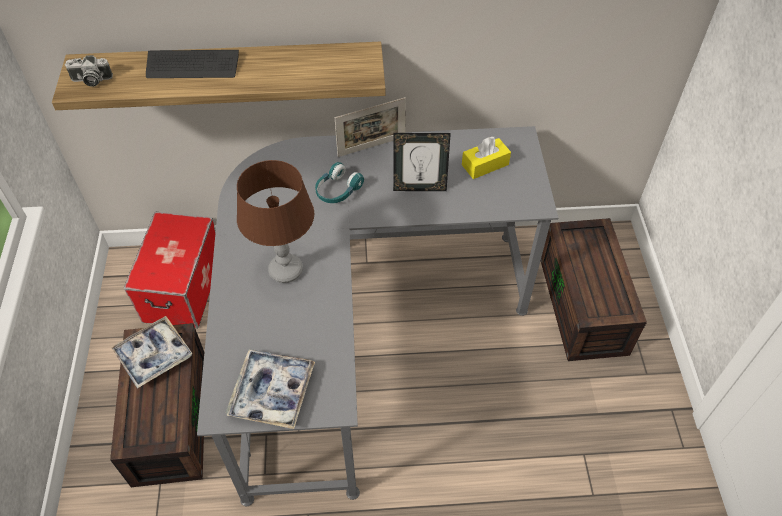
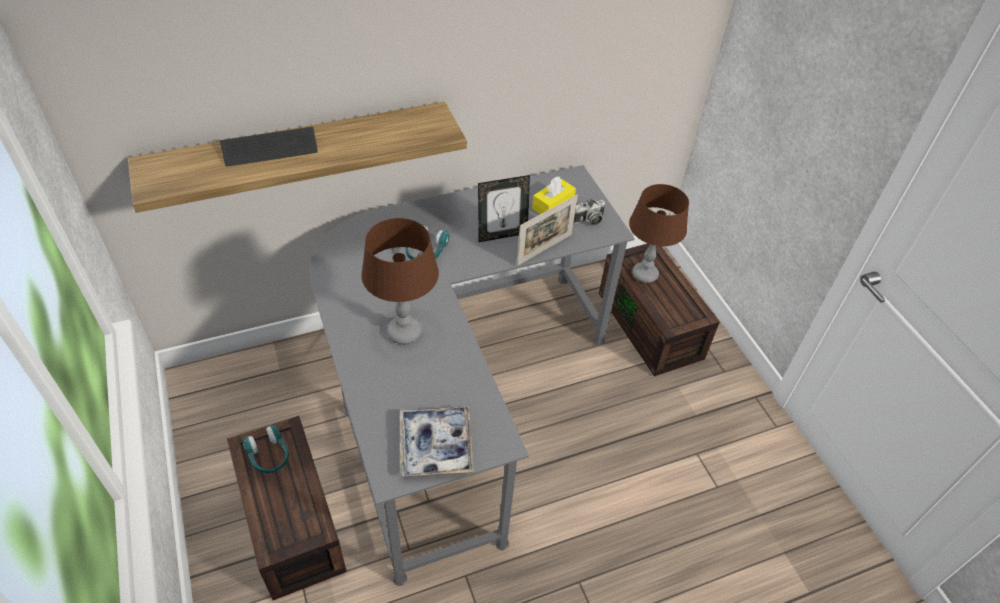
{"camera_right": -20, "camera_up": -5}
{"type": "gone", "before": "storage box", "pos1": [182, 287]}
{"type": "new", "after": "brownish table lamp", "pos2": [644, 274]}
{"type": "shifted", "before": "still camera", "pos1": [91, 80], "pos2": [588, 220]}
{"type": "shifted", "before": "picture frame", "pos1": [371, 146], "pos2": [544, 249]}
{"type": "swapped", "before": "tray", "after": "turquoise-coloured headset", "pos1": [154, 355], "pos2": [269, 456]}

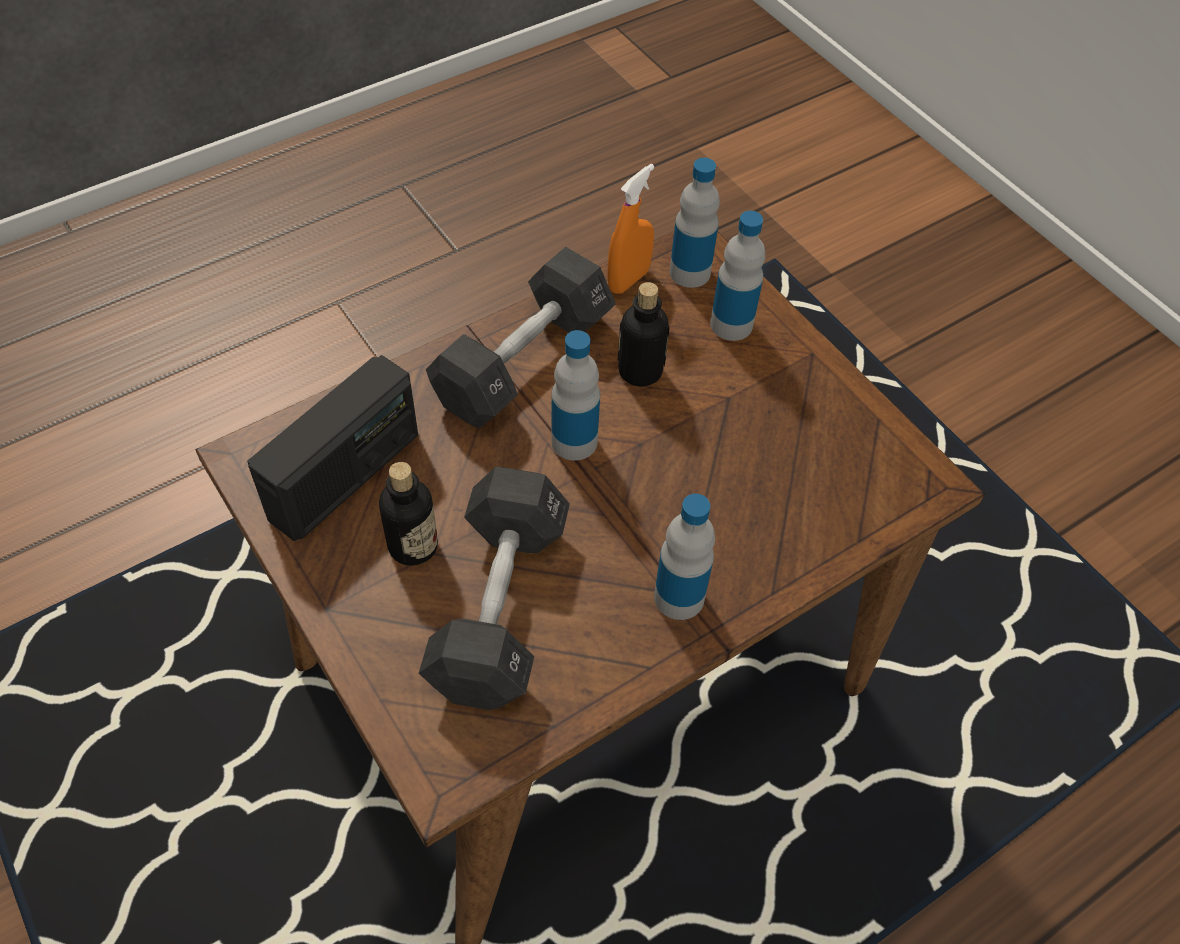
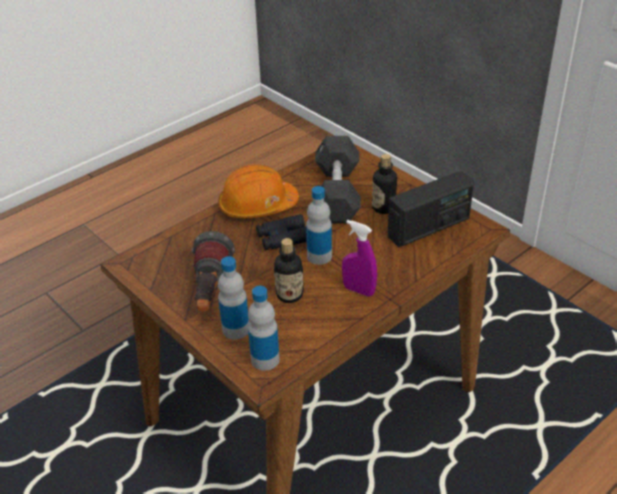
{"camera_right": 175, "camera_up": -15}
{"type": "gone", "before": "orange spray bottle", "pos1": [628, 280]}
{"type": "new", "after": "flashlight", "pos2": [210, 291]}
{"type": "new", "after": "black-coloured binoculars", "pos2": [283, 238]}
{"type": "swapped", "before": "black-coloured hand weight", "after": "purple-coloured spray bottle", "pos1": [523, 361], "pos2": [359, 290]}
{"type": "swapped", "before": "beverage bottle", "after": "orange safety helmet", "pos1": [679, 597], "pos2": [257, 206]}
{"type": "rotated", "before": "radio receiver", "pos1": [345, 476], "pos2": [429, 227], "turn": -150}

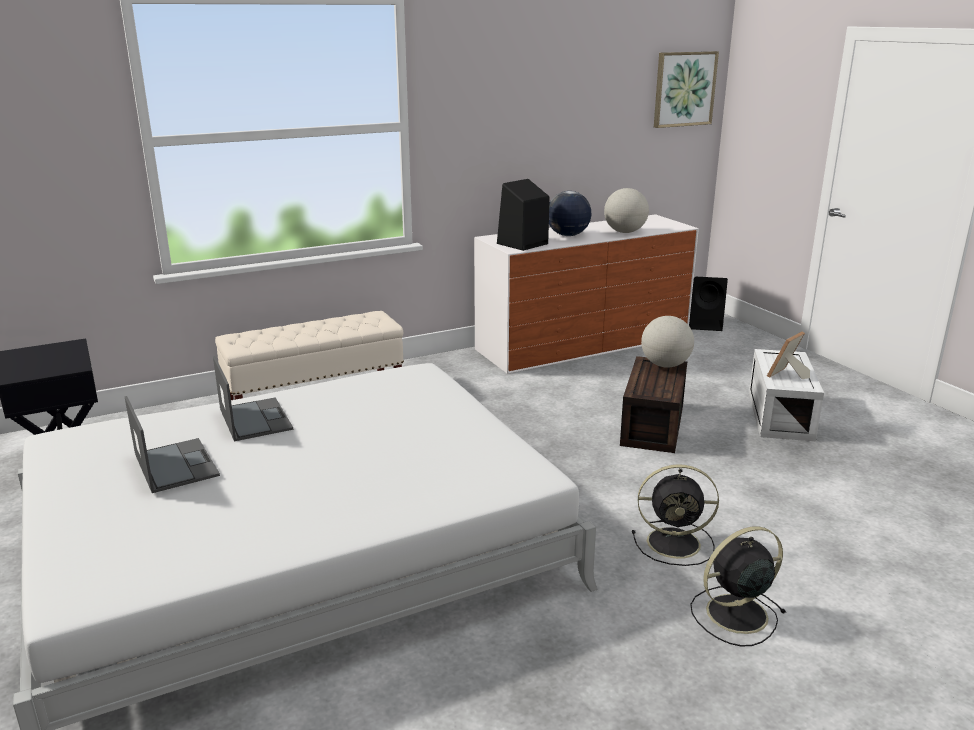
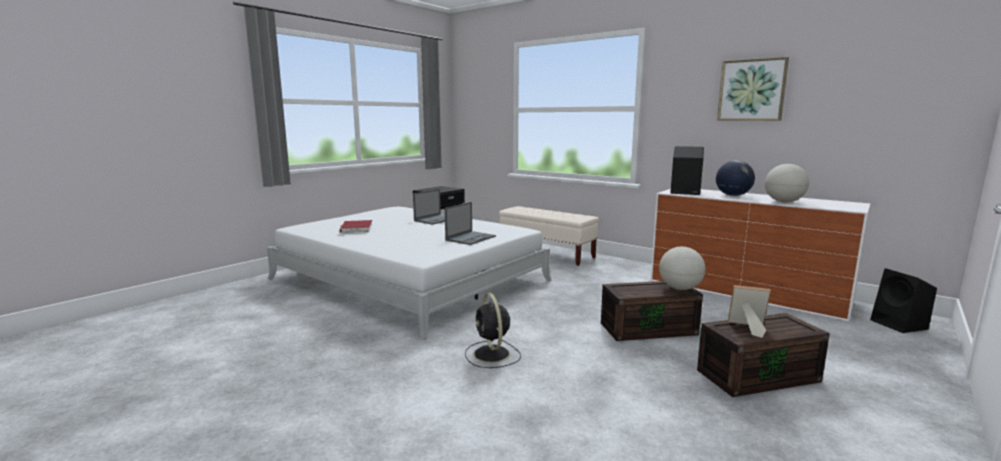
{"camera_right": 65, "camera_up": -10}
{"type": "gone", "before": "black-coloured electric fan", "pos1": [734, 614]}
{"type": "new", "after": "reddish book", "pos2": [356, 228]}
{"type": "shifted", "before": "portable computer", "pos1": [175, 465], "pos2": [471, 238]}
{"type": "shifted", "before": "picture", "pos1": [684, 89], "pos2": [751, 90]}
{"type": "repainted", "before": "whitish storage box", "after": "brownish storage box", "pos1": [778, 415], "pos2": [758, 375]}

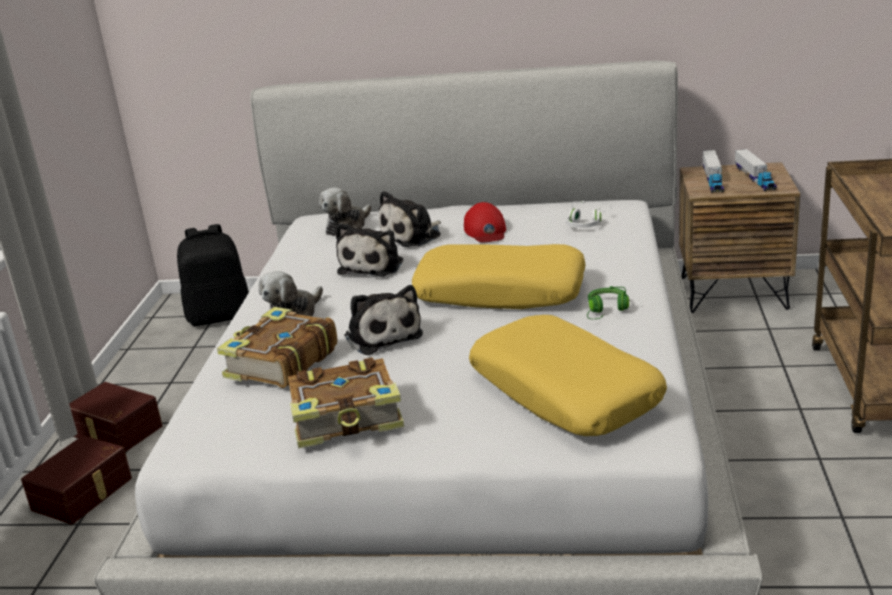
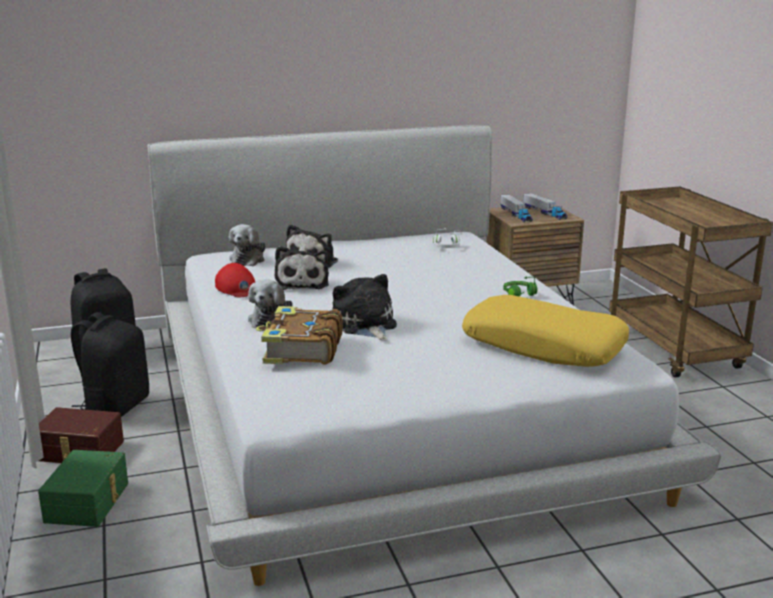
{"camera_right": -25, "camera_up": -5}
{"type": "gone", "before": "book", "pos1": [347, 418]}
{"type": "gone", "before": "yellow-coloured throw pillow", "pos1": [500, 292]}
{"type": "new", "after": "black-coloured rucksack", "pos2": [115, 407]}
{"type": "shifted", "before": "reddish peaked cap", "pos1": [486, 231], "pos2": [237, 288]}
{"type": "repainted", "before": "brownish storage box", "after": "green storage box", "pos1": [84, 494], "pos2": [89, 502]}
{"type": "rotated", "before": "plush toy", "pos1": [382, 335], "pos2": [365, 325], "turn": -150}

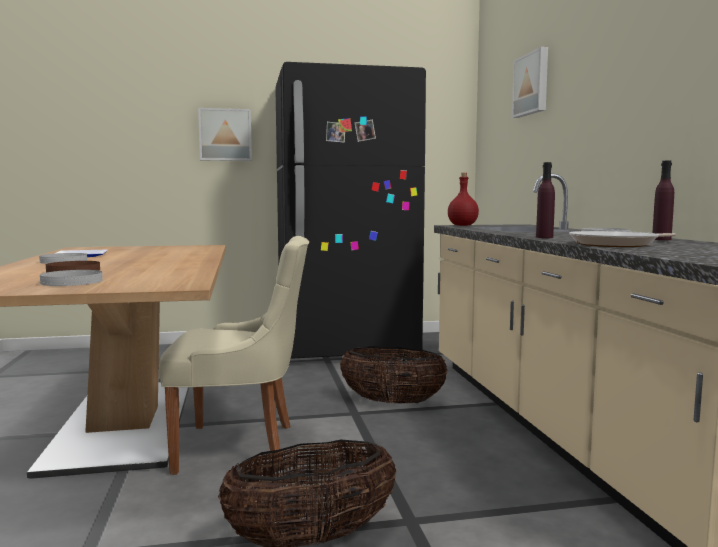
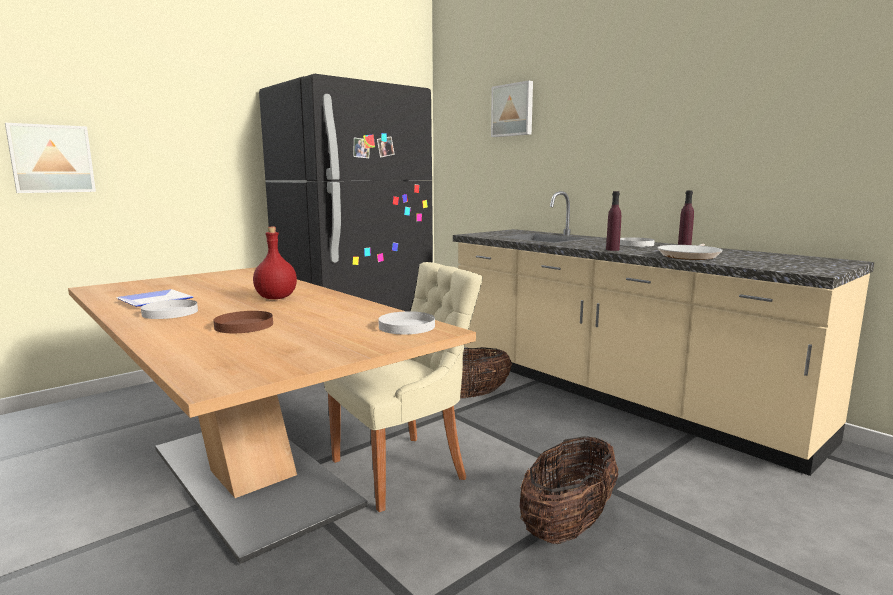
{"camera_right": -30, "camera_up": 5}
{"type": "shifted", "before": "whitish plate", "pos1": [72, 281], "pos2": [407, 326]}
{"type": "shifted", "before": "picture", "pos1": [225, 135], "pos2": [51, 159]}
{"type": "shifted", "before": "reddish beverage bottle", "pos1": [463, 225], "pos2": [276, 298]}

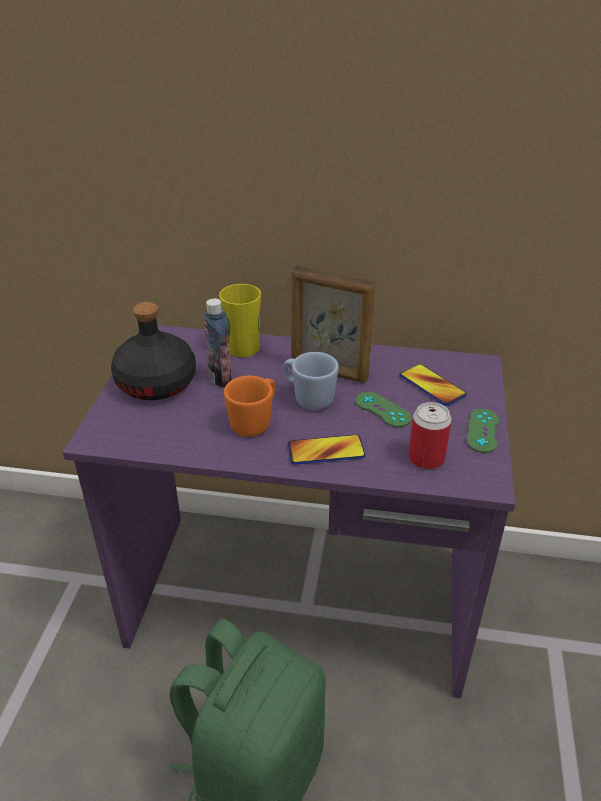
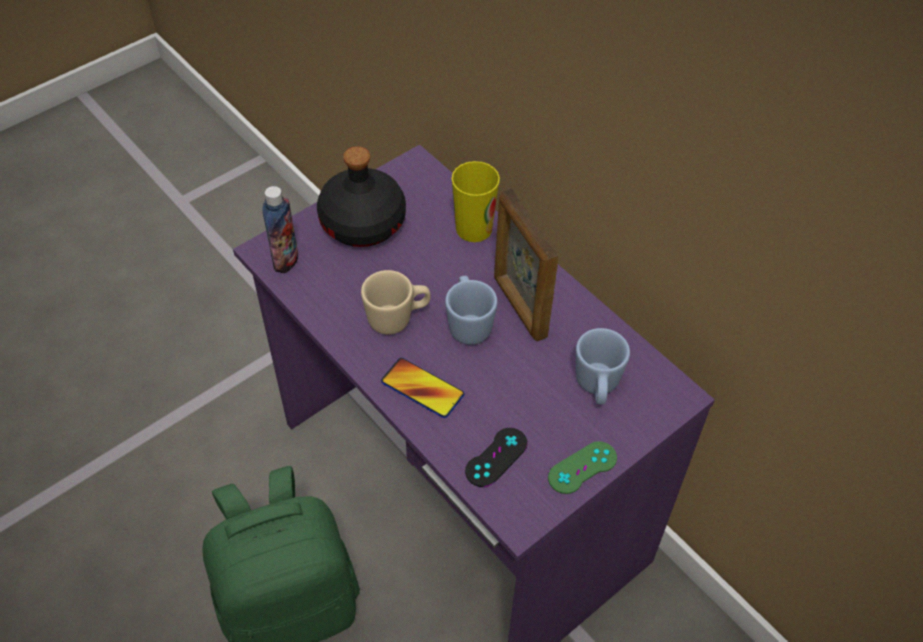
{"camera_right": 40, "camera_up": 15}
{"type": "gone", "before": "green game controller", "pos1": [382, 410]}
{"type": "shifted", "before": "beverage bottle", "pos1": [220, 378], "pos2": [285, 260]}
{"type": "swapped", "before": "handset", "after": "blue-coloured mug", "pos1": [432, 386], "pos2": [597, 387]}
{"type": "swapped", "before": "metal can", "after": "black-coloured game controller", "pos1": [426, 458], "pos2": [496, 457]}
{"type": "repainted", "before": "orange mug", "after": "sand-coloured mug", "pos1": [255, 422], "pos2": [397, 319]}

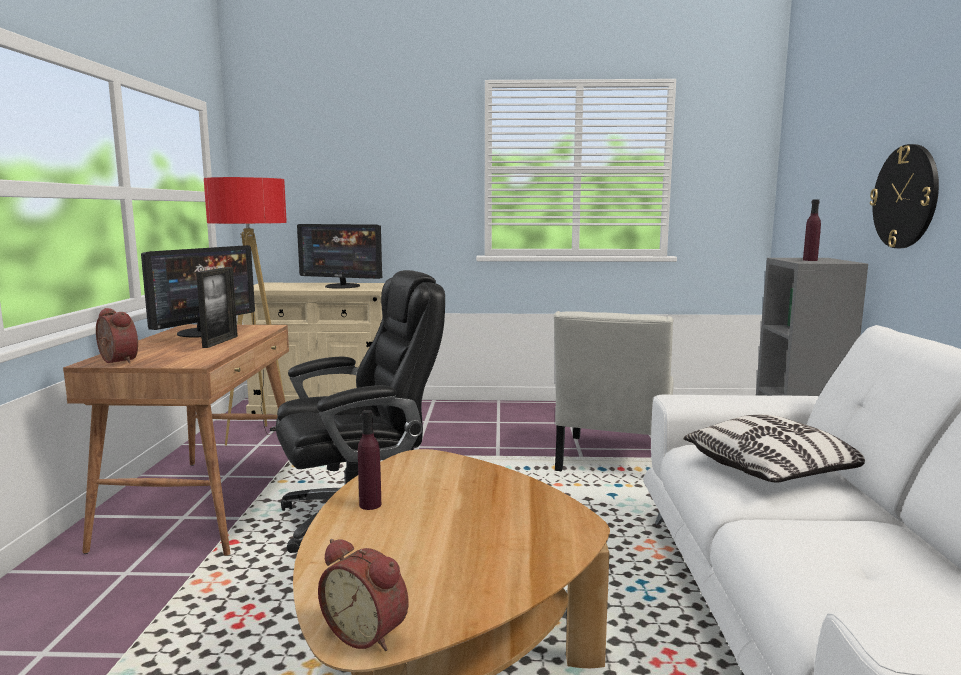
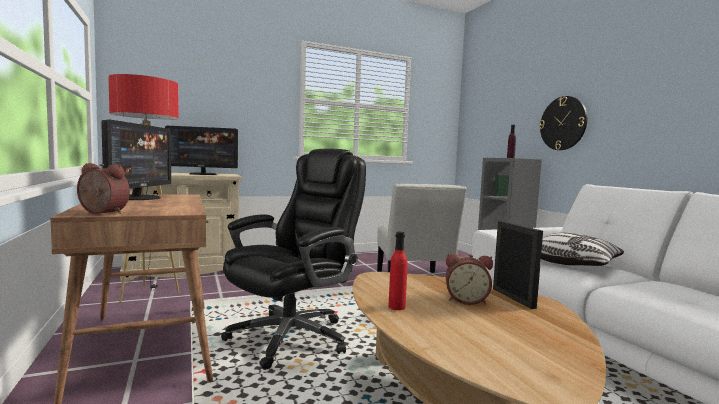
{"camera_right": -25, "camera_up": -5}
{"type": "shifted", "before": "picture frame", "pos1": [220, 342], "pos2": [513, 298]}
{"type": "shifted", "before": "bedside clock", "pos1": [368, 632], "pos2": [466, 300]}
{"type": "repainted", "before": "purple-coloured beverage bottle", "after": "reddish beverage bottle", "pos1": [370, 505], "pos2": [396, 307]}

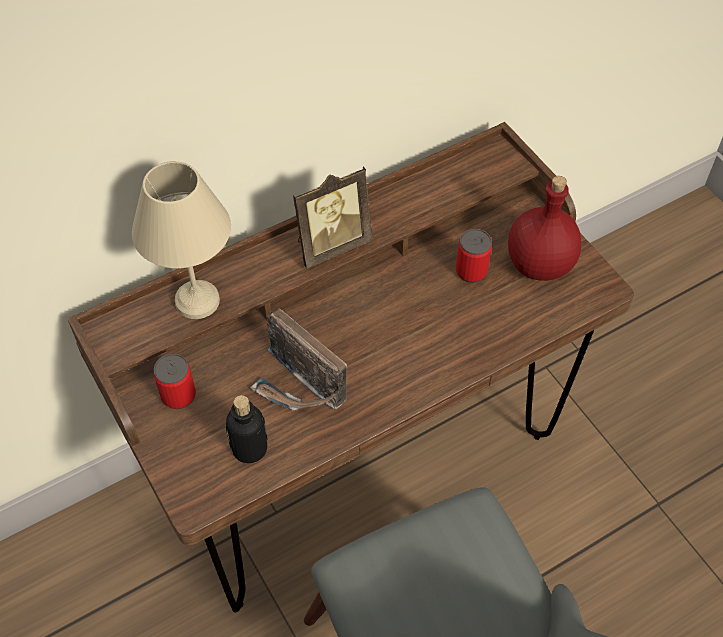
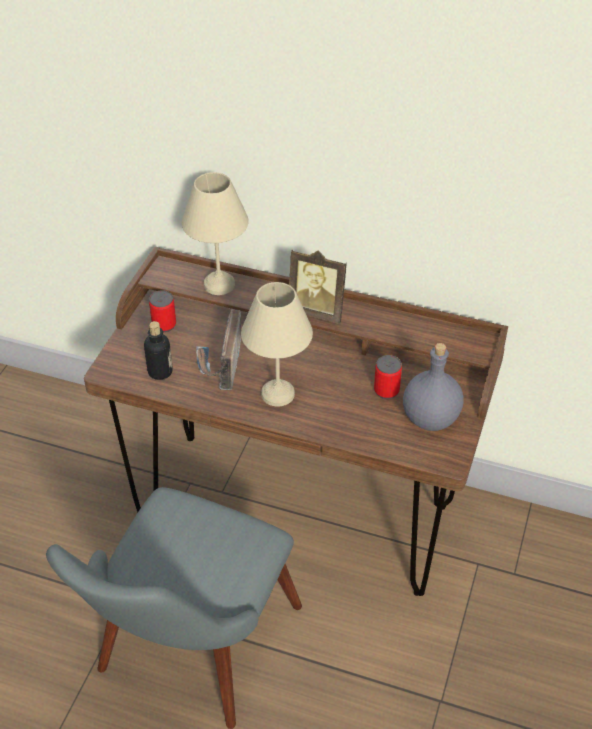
{"camera_right": 50, "camera_up": -10}
{"type": "new", "after": "sand-coloured table lamp", "pos2": [279, 394]}
{"type": "repainted", "before": "reddish beverage bottle", "after": "gray beverage bottle", "pos1": [541, 264], "pos2": [431, 419]}

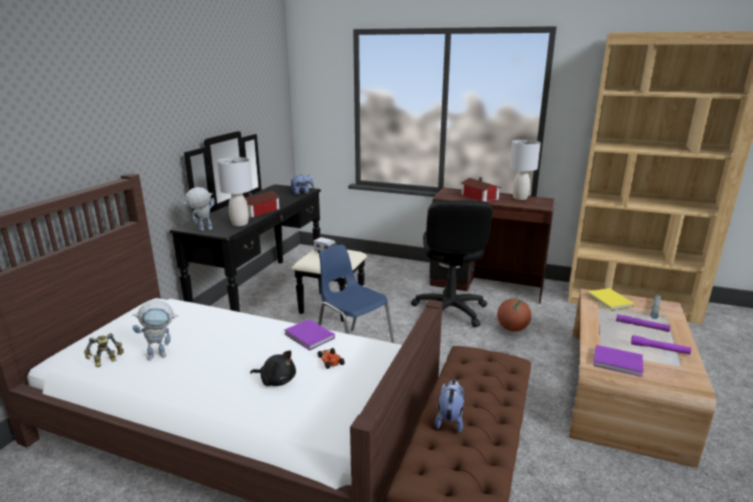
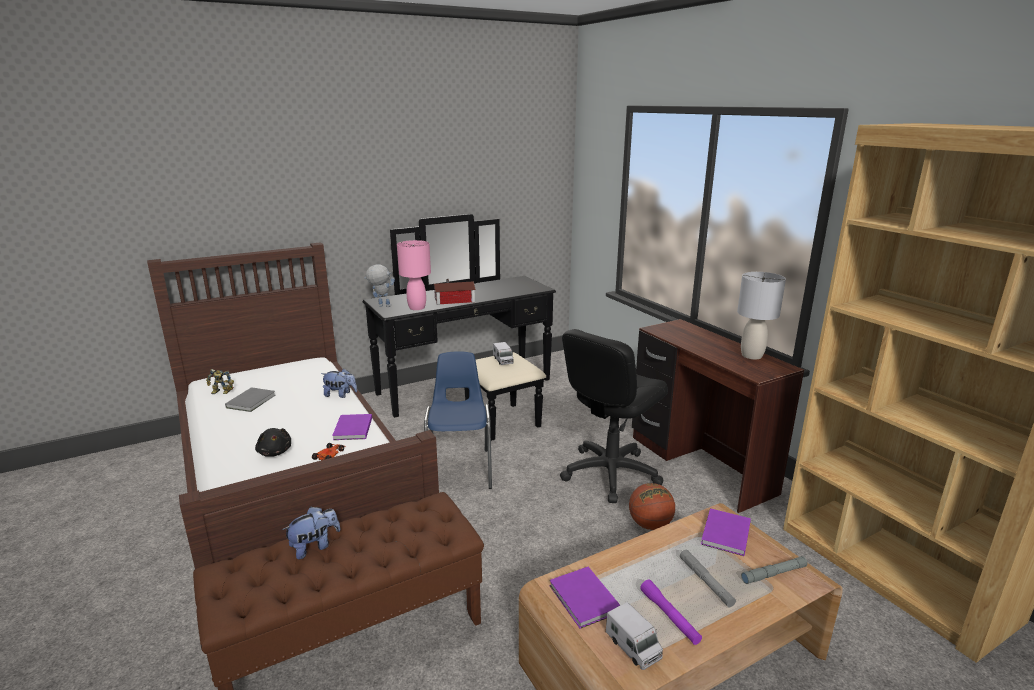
{"camera_right": 40, "camera_up": 0}
{"type": "gone", "before": "toy house", "pos1": [479, 197]}
{"type": "new", "after": "model truck", "pos2": [633, 647]}
{"type": "shifted", "before": "plush toy", "pos1": [302, 193], "pos2": [340, 395]}
{"type": "swapped", "before": "robot figure", "after": "gray book", "pos1": [162, 354], "pos2": [252, 401]}
{"type": "repainted", "before": "gray table lamp", "after": "pink table lamp", "pos1": [239, 224], "pos2": [416, 308]}
{"type": "repainted", "before": "yellow-coloured book", "after": "purple-coloured book", "pos1": [609, 301], "pos2": [724, 534]}
{"type": "repainted", "before": "purple-coloured flashlight", "after": "gray flashlight", "pos1": [641, 326], "pos2": [706, 581]}

